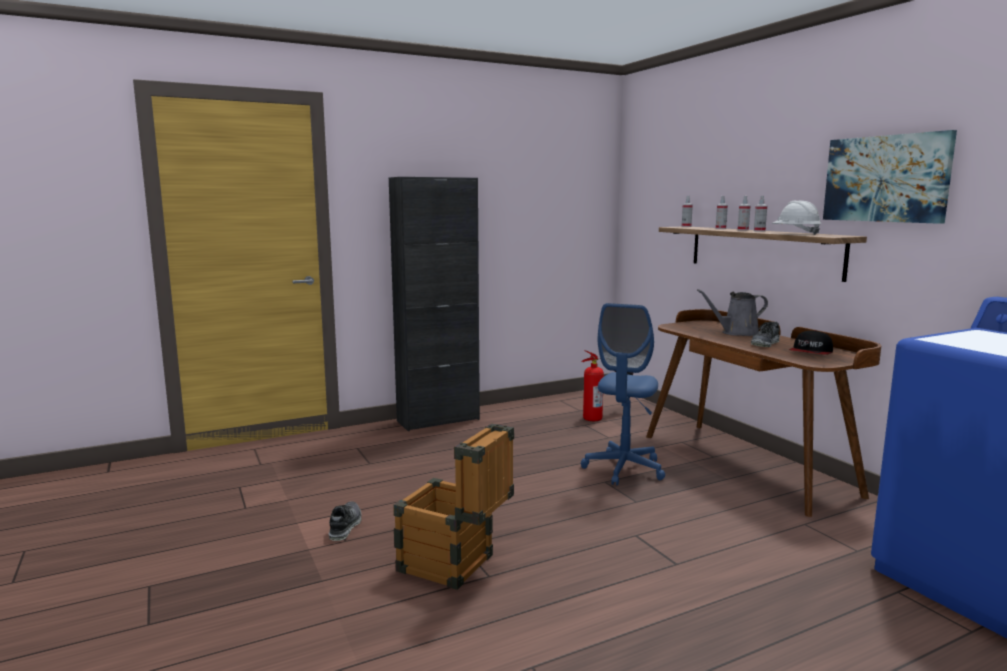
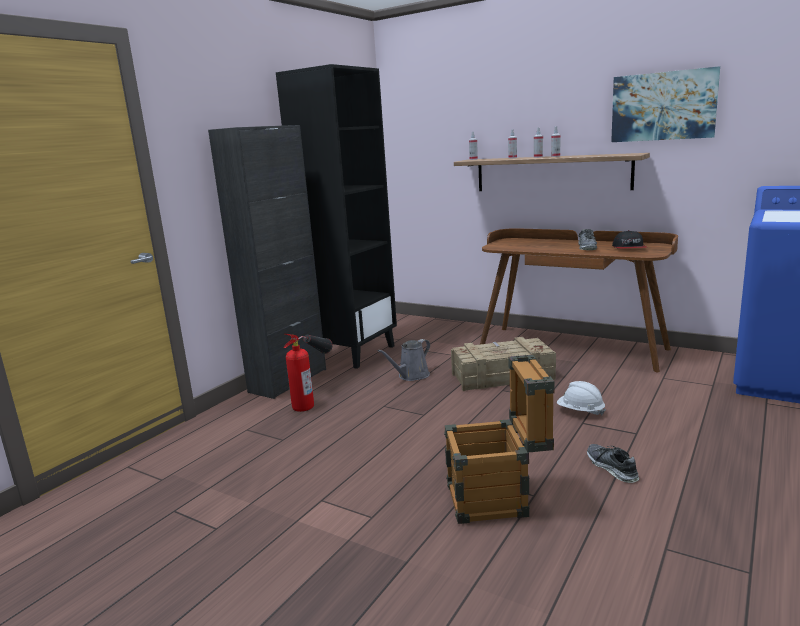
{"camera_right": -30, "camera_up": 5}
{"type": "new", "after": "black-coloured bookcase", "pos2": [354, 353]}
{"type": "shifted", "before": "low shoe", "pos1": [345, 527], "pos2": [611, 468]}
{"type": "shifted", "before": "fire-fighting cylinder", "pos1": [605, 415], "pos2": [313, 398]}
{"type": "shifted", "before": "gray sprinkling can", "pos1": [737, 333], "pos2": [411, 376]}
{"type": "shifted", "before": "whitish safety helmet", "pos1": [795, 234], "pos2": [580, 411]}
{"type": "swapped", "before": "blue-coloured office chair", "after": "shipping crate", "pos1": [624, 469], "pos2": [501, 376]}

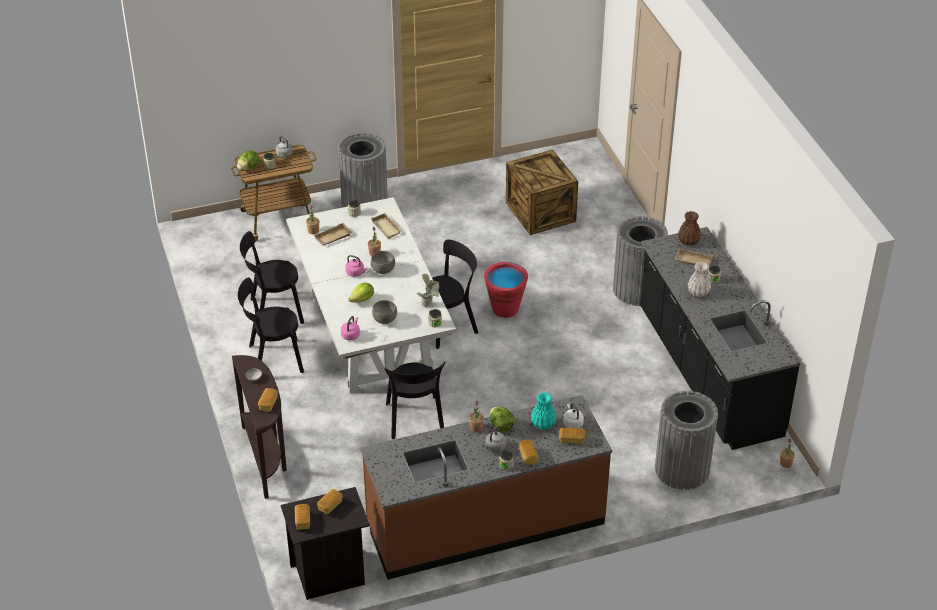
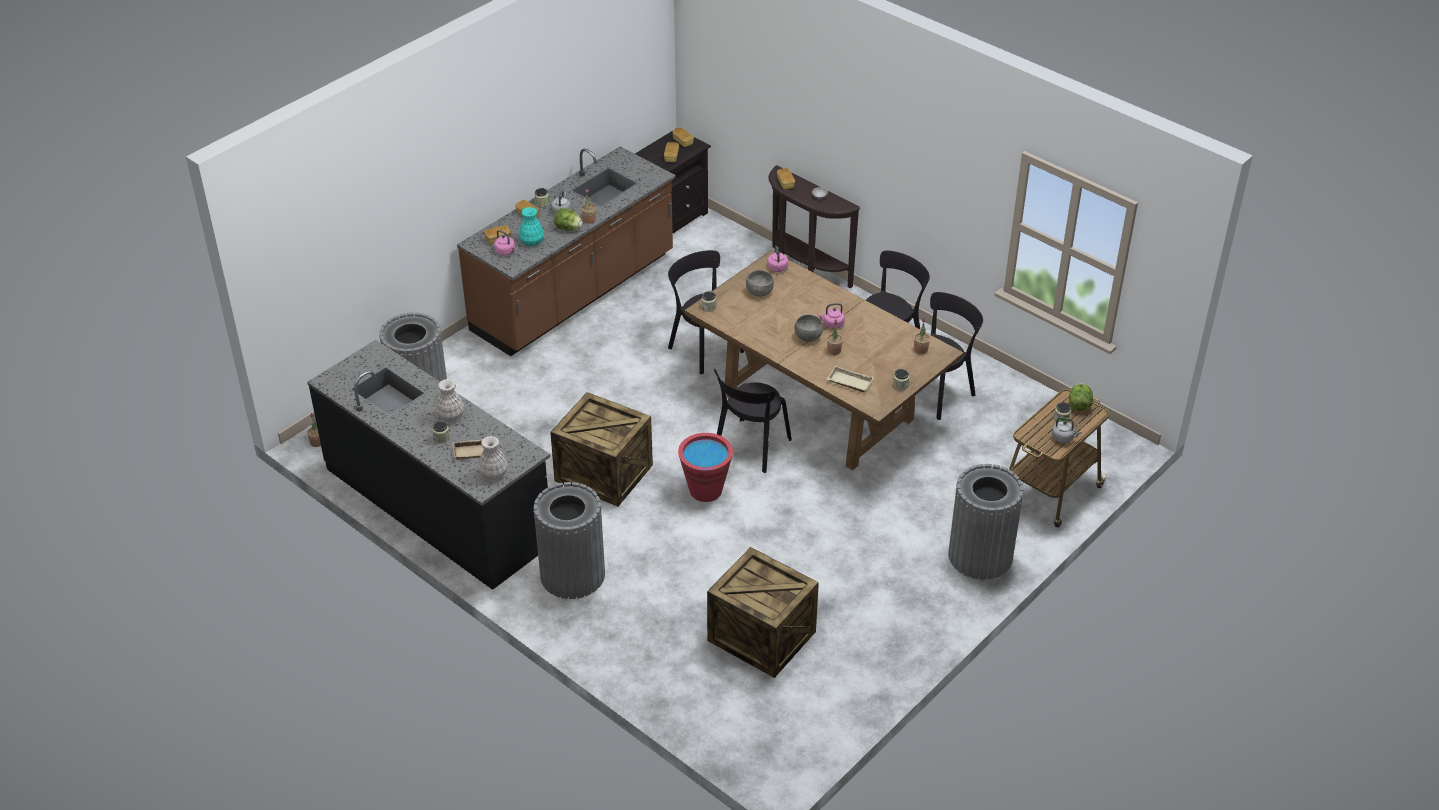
{"camera_right": 150, "camera_up": 0}
{"type": "gone", "before": "sand-coloured tray", "pos1": [333, 238]}
{"type": "gone", "before": "lettuce", "pos1": [362, 299]}
{"type": "gone", "before": "potted plant", "pos1": [429, 304]}
{"type": "new", "after": "shipping crate", "pos2": [602, 473]}
{"type": "repainted", "before": "whitish dining table", "after": "brownish dining table", "pos1": [371, 335], "pos2": [819, 407]}
{"type": "repainted", "before": "whitish kettle", "after": "pink kettle", "pos1": [572, 423], "pos2": [506, 252]}
{"type": "repainted", "before": "brownish vase", "after": "whitish vase", "pos1": [688, 241], "pos2": [494, 473]}

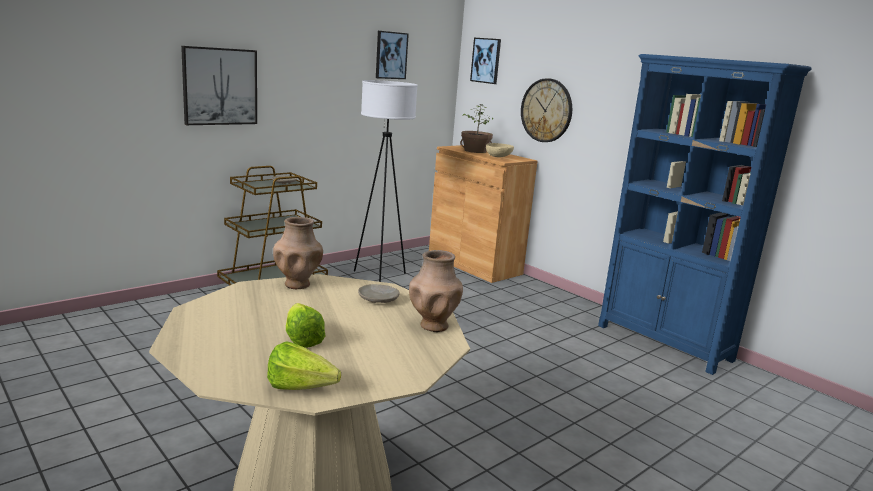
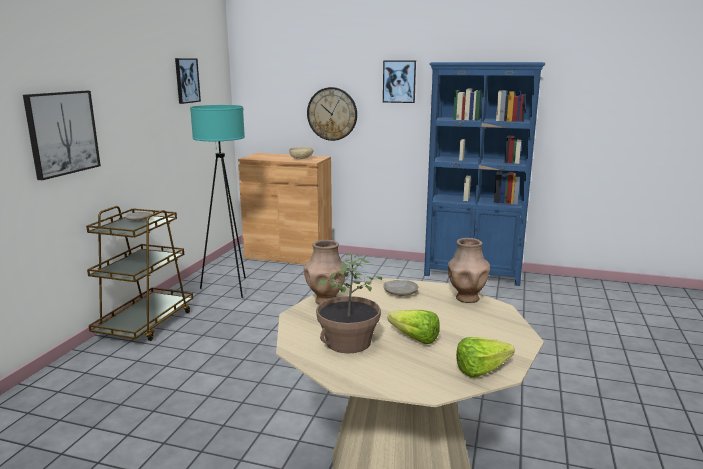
{"camera_right": -30, "camera_up": 0}
{"type": "shifted", "before": "potted plant", "pos1": [475, 151], "pos2": [348, 342]}
{"type": "shifted", "before": "picture", "pos1": [486, 60], "pos2": [399, 81]}
{"type": "repainted", "before": "whitish standard lamp", "after": "turquoise-coloured standard lamp", "pos1": [379, 278], "pos2": [229, 288]}

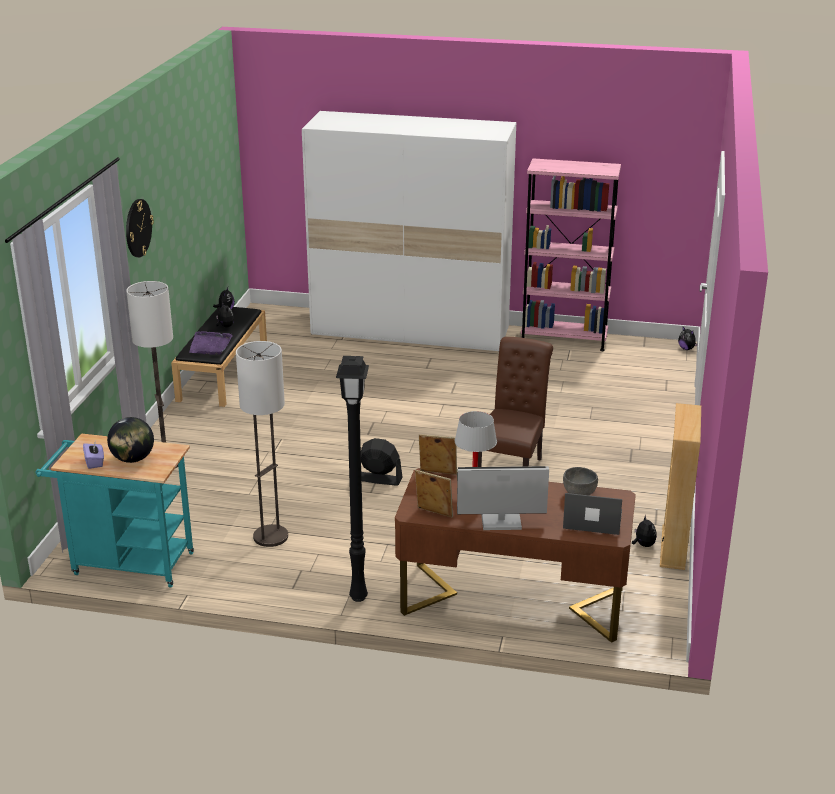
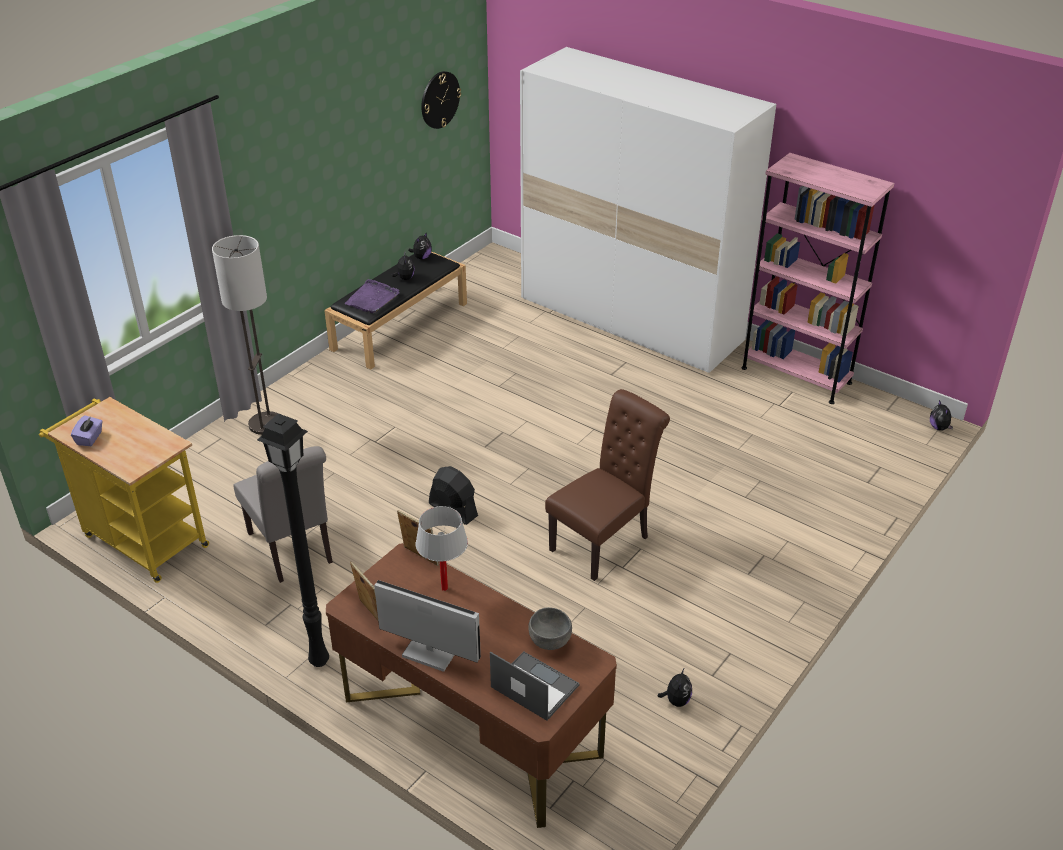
{"camera_right": 25, "camera_up": 10}
{"type": "gone", "before": "world globe", "pos1": [133, 459]}
{"type": "gone", "before": "sand-coloured bookcase", "pos1": [673, 547]}
{"type": "shifted", "before": "wall clock", "pos1": [138, 228], "pos2": [440, 99]}
{"type": "swapped", "before": "standard lamp", "after": "gray chair", "pos1": [270, 537], "pos2": [293, 551]}
{"type": "repainted", "before": "turquoise-coloured trolley", "after": "yellow-coloured trolley", "pos1": [126, 563], "pos2": [140, 538]}

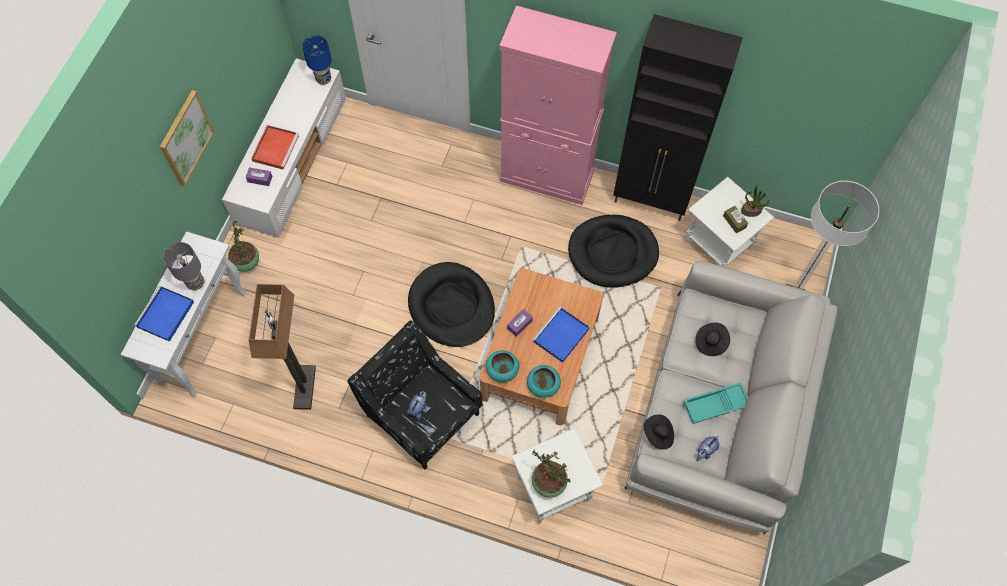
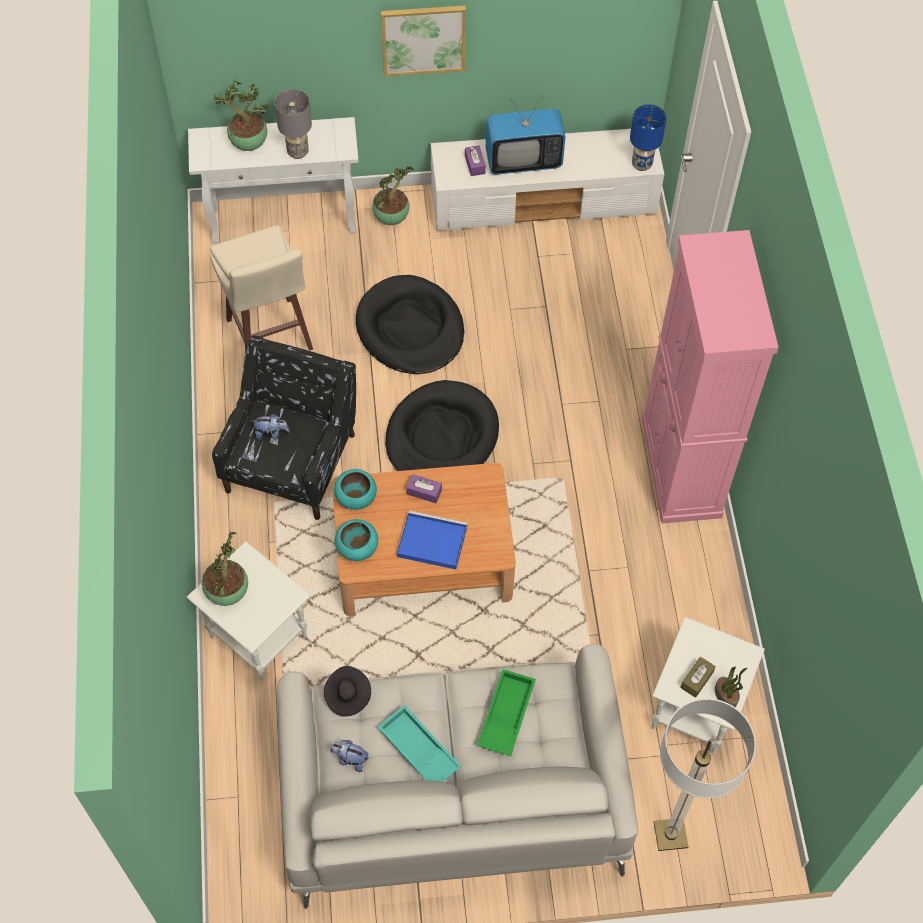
{"camera_right": 65, "camera_up": -5}
{"type": "gone", "before": "black-coloured cabinet", "pos1": [651, 200]}
{"type": "shifted", "before": "black-coloured dog cushion", "pos1": [613, 253], "pos2": [410, 329]}
{"type": "swapped", "before": "blue-coloured tray", "after": "potted plant", "pos1": [165, 315], "pos2": [248, 144]}
{"type": "swapped", "before": "standard lamp", "after": "sand-coloured sitting stool", "pos1": [305, 388], "pos2": [269, 337]}
{"type": "swapped", "before": "reddish tray", "after": "TV", "pos1": [275, 147], "pos2": [523, 161]}
{"type": "swapped", "before": "black-coloured clothing hat", "after": "green tray", "pos1": [710, 342], "pos2": [505, 714]}

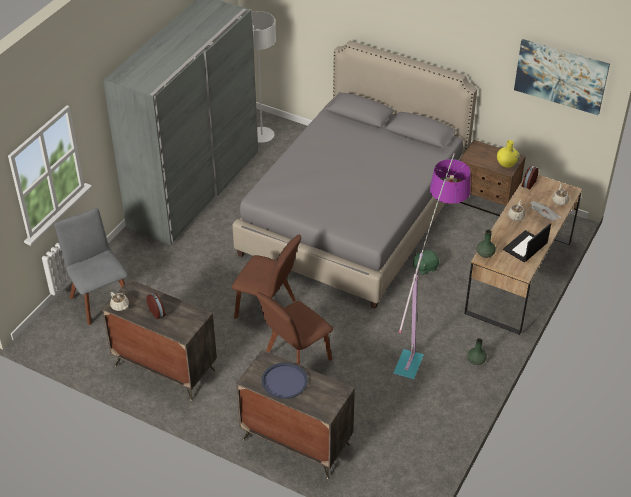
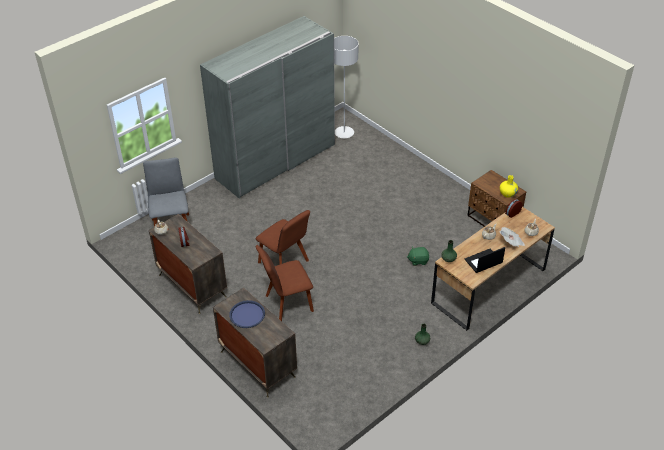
{"camera_right": 20, "camera_up": 0}
{"type": "gone", "before": "gray bed", "pos1": [354, 217]}
{"type": "gone", "before": "standard lamp", "pos1": [426, 321]}
{"type": "gone", "before": "picture", "pos1": [561, 76]}

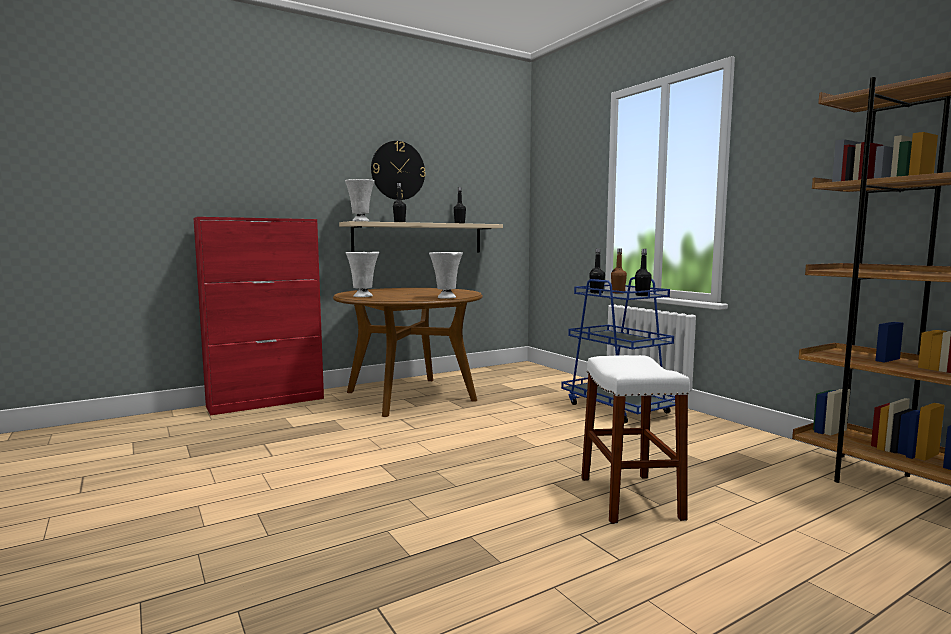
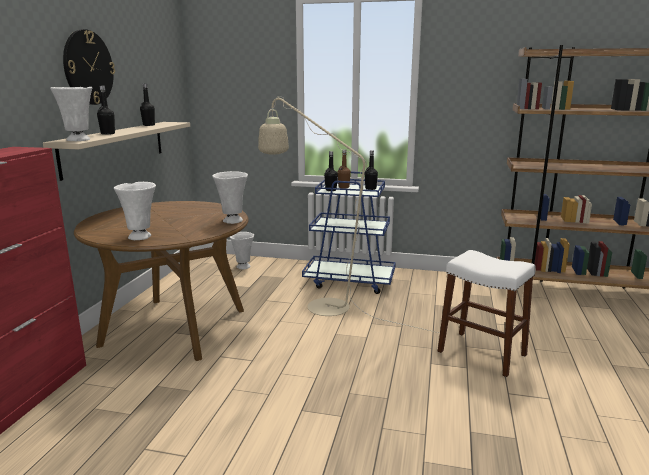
{"camera_right": -45, "camera_up": 10}
{"type": "new", "after": "whitish vase", "pos2": [243, 267]}
{"type": "new", "after": "sand-coloured standard lamp", "pos2": [318, 304]}

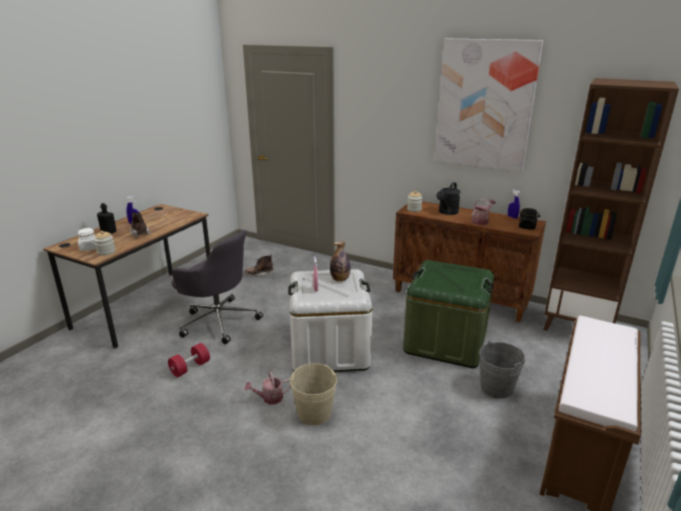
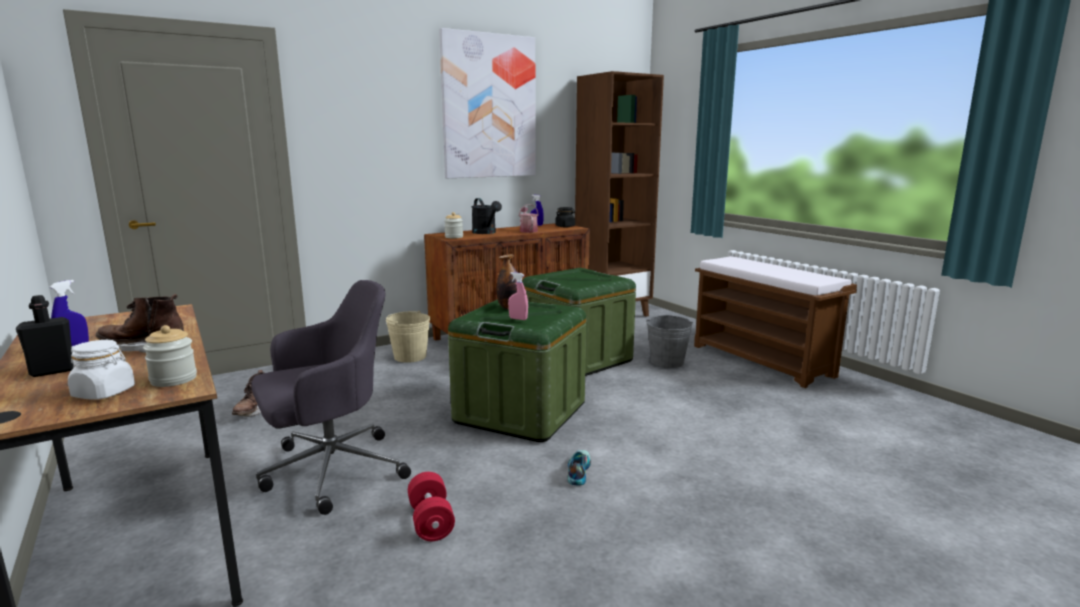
{"camera_right": -60, "camera_up": -10}
{"type": "shifted", "before": "sand-coloured water bucket", "pos1": [314, 413], "pos2": [410, 357]}
{"type": "swapped", "before": "sprinkling can", "after": "low shoe", "pos1": [269, 398], "pos2": [577, 471]}
{"type": "repainted", "before": "whitish storage box", "after": "green storage box", "pos1": [329, 350], "pos2": [520, 412]}

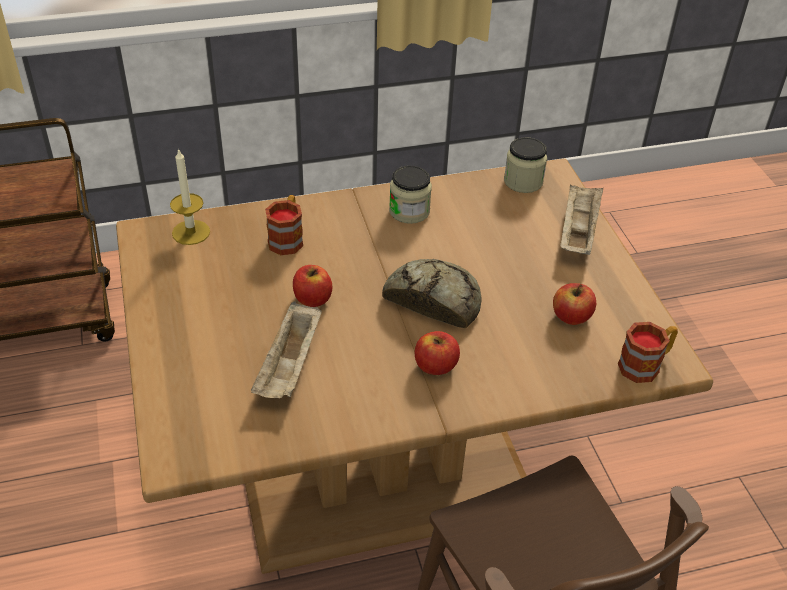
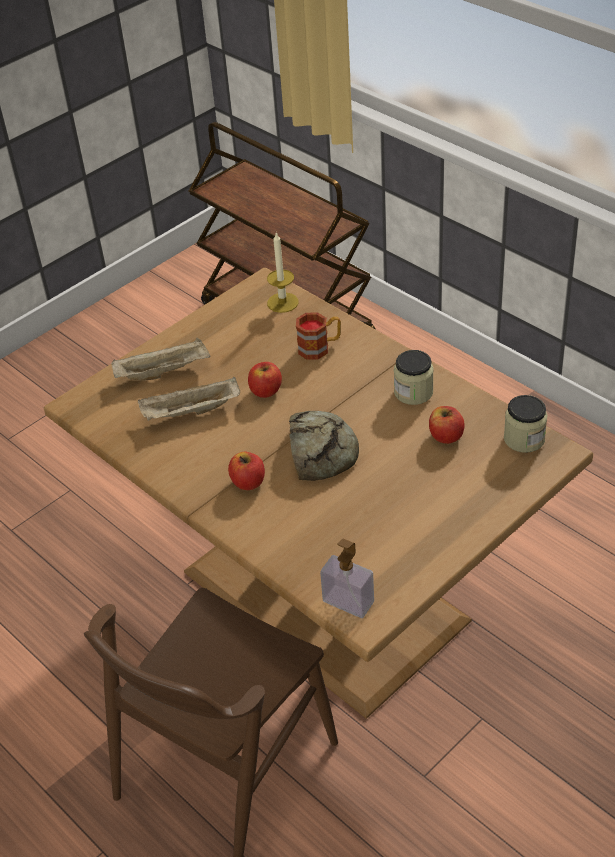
{"camera_right": 65, "camera_up": 0}
{"type": "shifted", "before": "apple fruit", "pos1": [571, 316], "pos2": [445, 436]}
{"type": "shifted", "before": "sand-coloured tray", "pos1": [577, 232], "pos2": [164, 372]}
{"type": "swapped", "before": "mug", "after": "soap bottle", "pos1": [645, 364], "pos2": [348, 602]}

